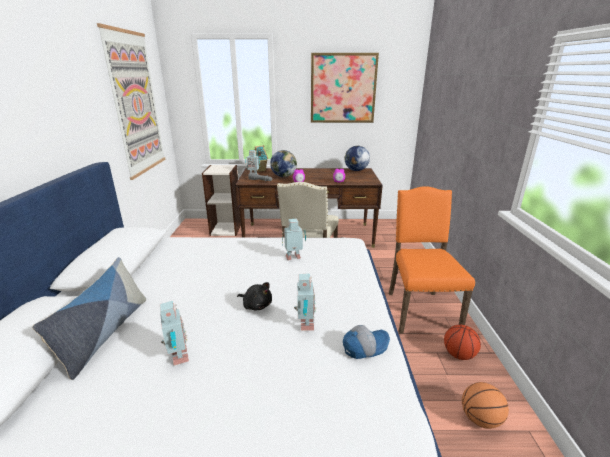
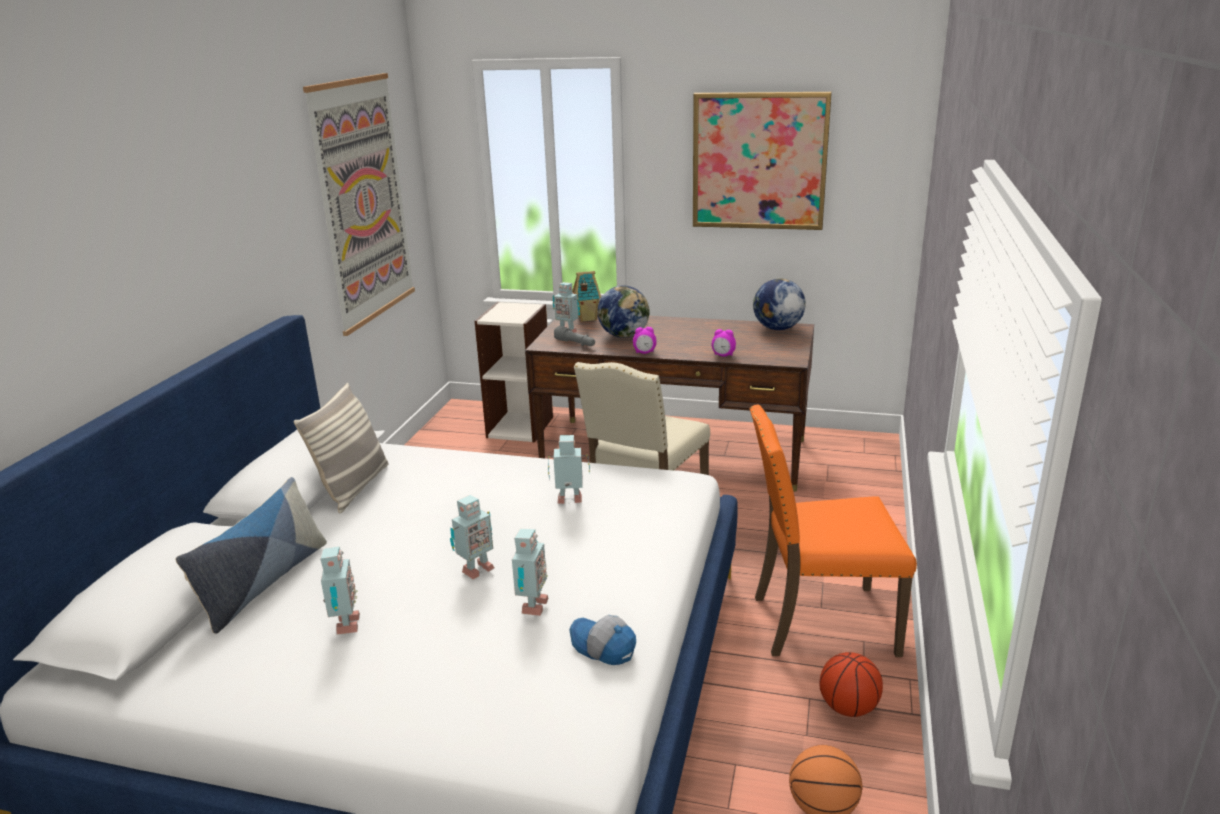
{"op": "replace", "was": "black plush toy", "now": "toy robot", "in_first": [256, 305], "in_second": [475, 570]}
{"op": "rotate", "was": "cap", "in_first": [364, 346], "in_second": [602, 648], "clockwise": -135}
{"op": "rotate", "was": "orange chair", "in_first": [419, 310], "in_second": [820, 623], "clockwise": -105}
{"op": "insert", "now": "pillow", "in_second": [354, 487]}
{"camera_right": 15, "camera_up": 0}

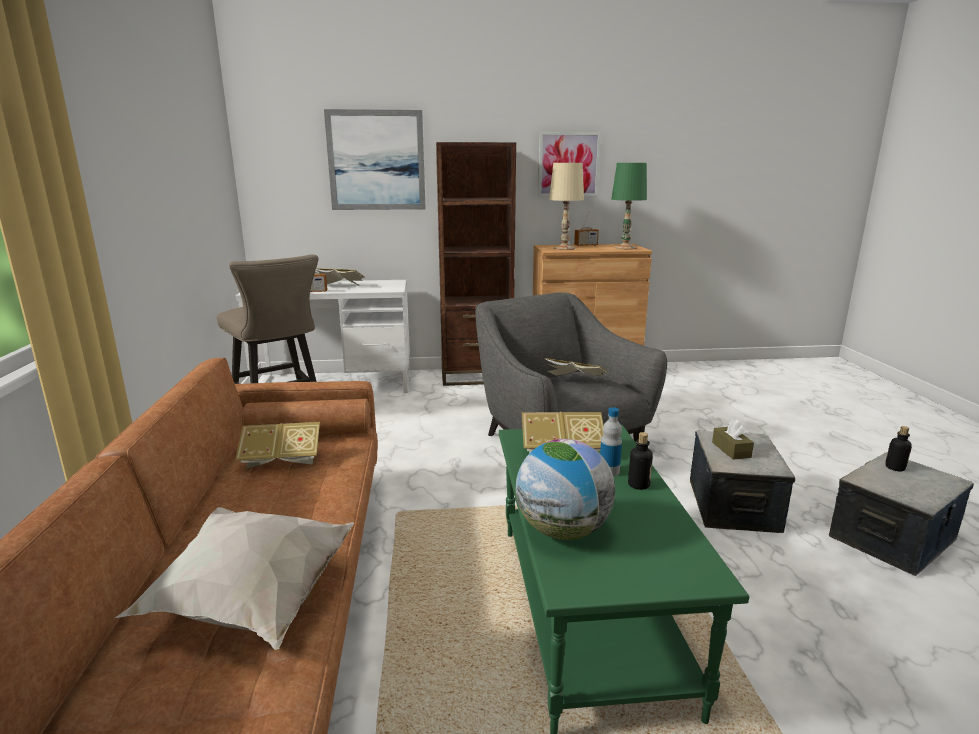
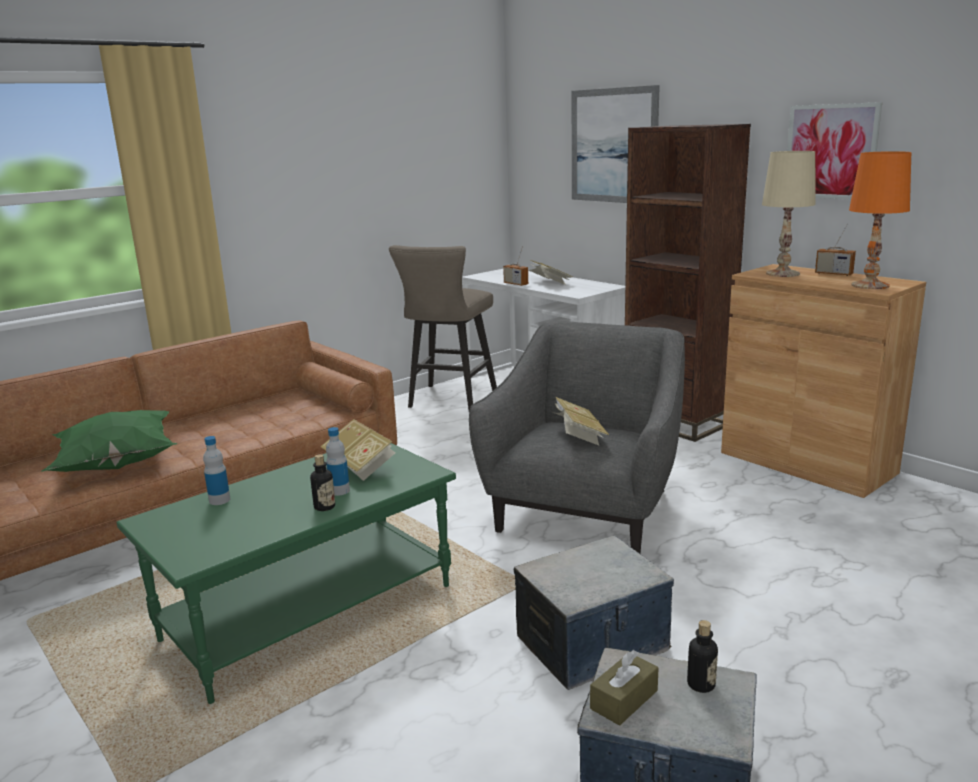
{"op": "recolor", "was": "white pillow", "now": "green pillow", "in_first": [253, 603], "in_second": [116, 465]}
{"op": "delete", "was": "book", "in_first": [282, 460]}
{"op": "replace", "was": "globe", "now": "bottle", "in_first": [562, 530], "in_second": [219, 500]}
{"op": "recolor", "was": "green table lamp", "now": "orange table lamp", "in_first": [625, 248], "in_second": [870, 285]}
{"op": "move", "was": "brown tissue box", "in_first": [731, 450], "in_second": [624, 699]}
{"camera_right": 55, "camera_up": 0}

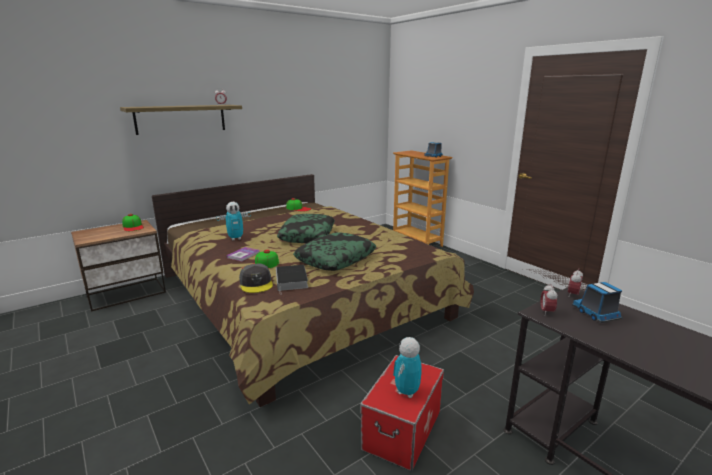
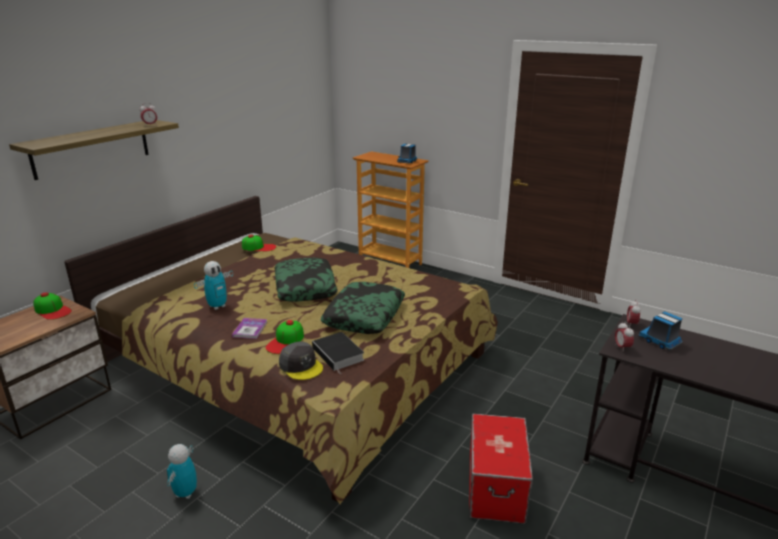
{"op": "move", "was": "toy robot", "in_first": [407, 392], "in_second": [185, 493]}
{"camera_right": -20, "camera_up": 5}

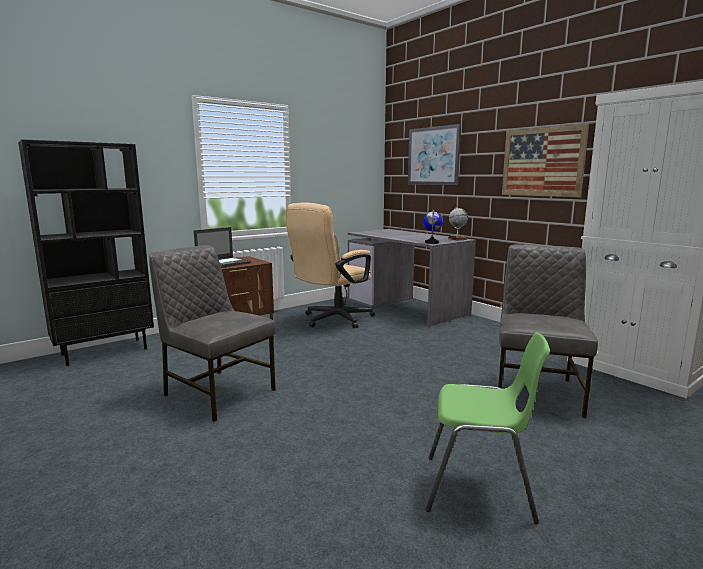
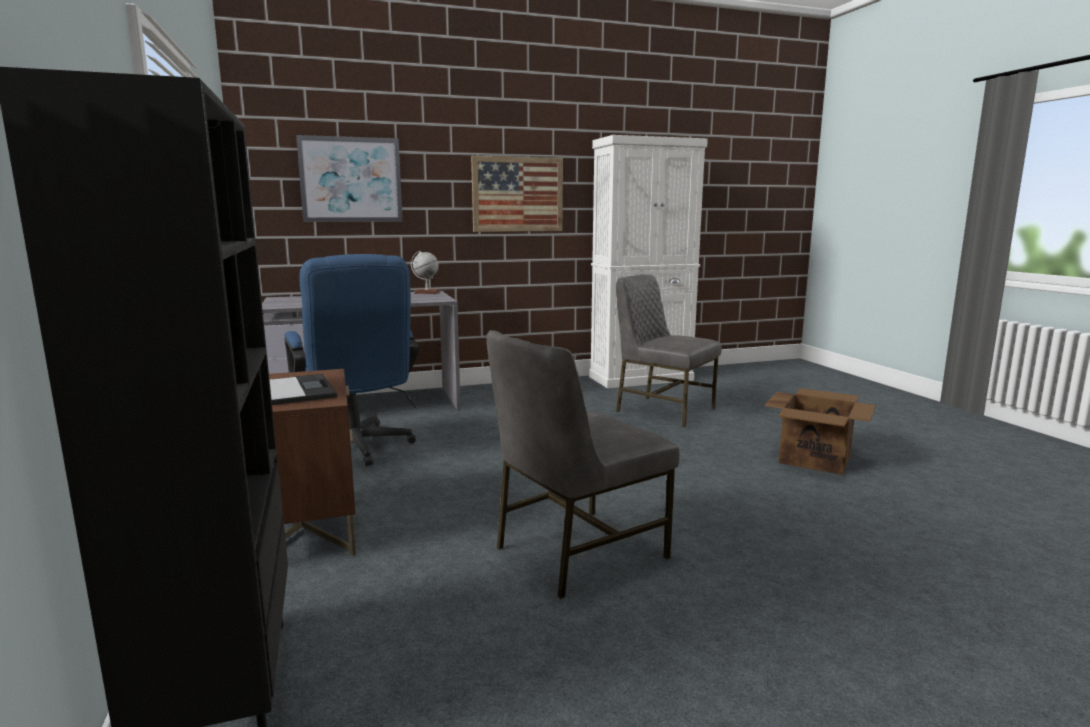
{"op": "recolor", "was": "beige office chair", "now": "blue office chair", "in_first": [332, 320], "in_second": [357, 450]}
{"op": "delete", "was": "globe", "in_first": [432, 242]}
{"op": "replace", "was": "green chair", "now": "cardboard box", "in_first": [479, 489], "in_second": [815, 459]}
{"camera_right": -70, "camera_up": 0}

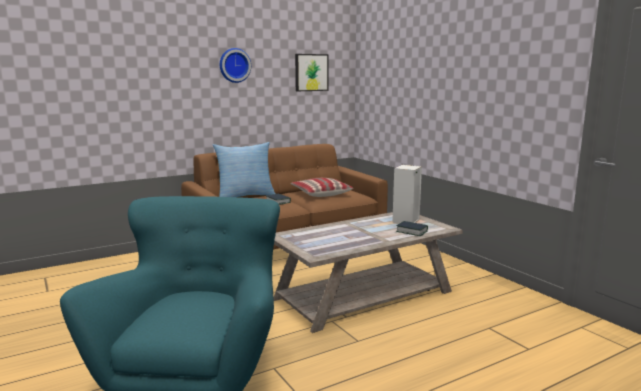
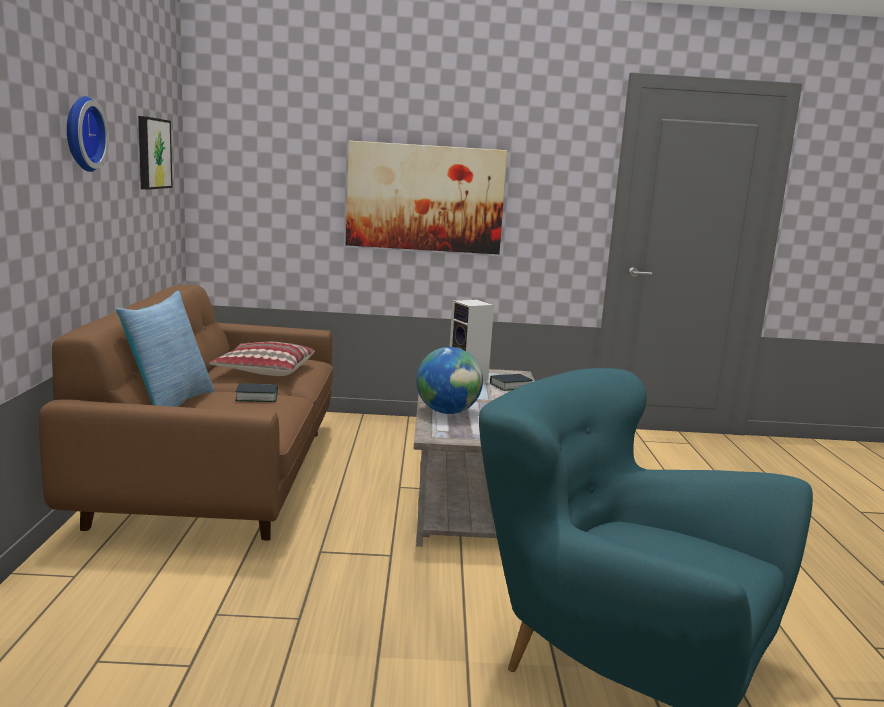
{"op": "insert", "now": "picture", "in_second": [425, 198]}
{"op": "insert", "now": "globe", "in_second": [447, 412]}
{"camera_right": -60, "camera_up": 0}

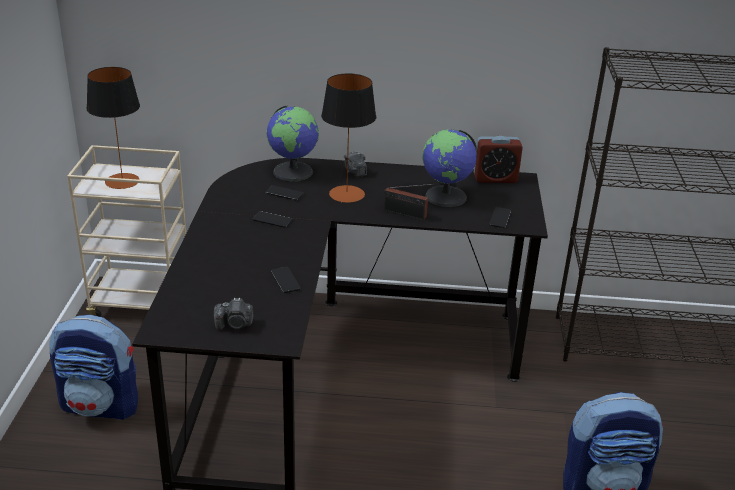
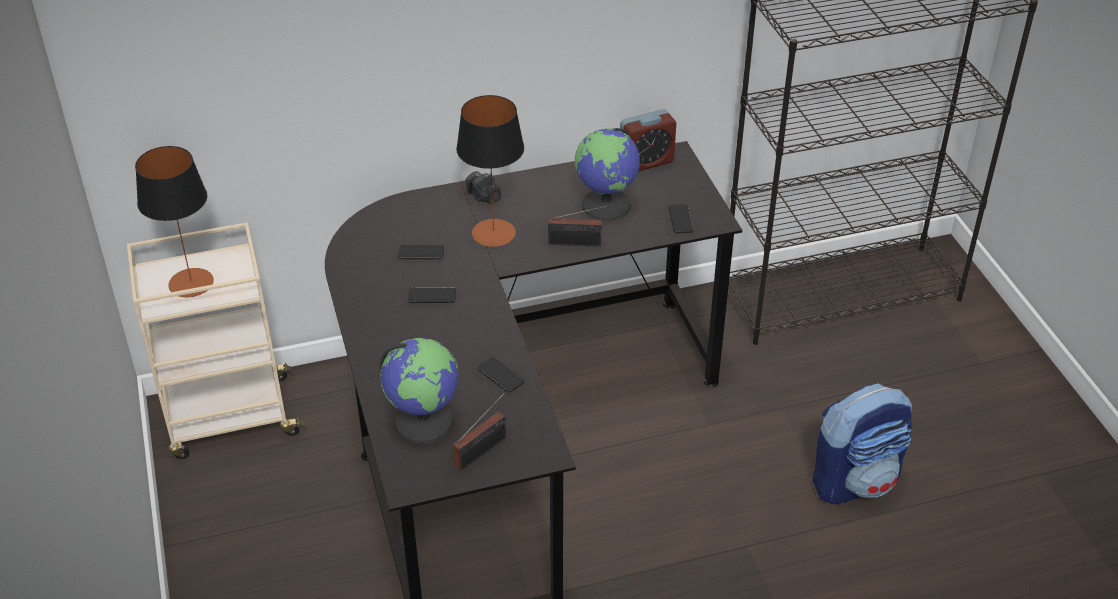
{"op": "delete", "was": "backpack", "in_first": [101, 405]}
{"op": "replace", "was": "photo camera", "now": "radio", "in_first": [235, 325], "in_second": [483, 450]}
{"op": "move", "was": "globe", "in_first": [293, 171], "in_second": [424, 420]}
{"camera_right": -20, "camera_up": 10}

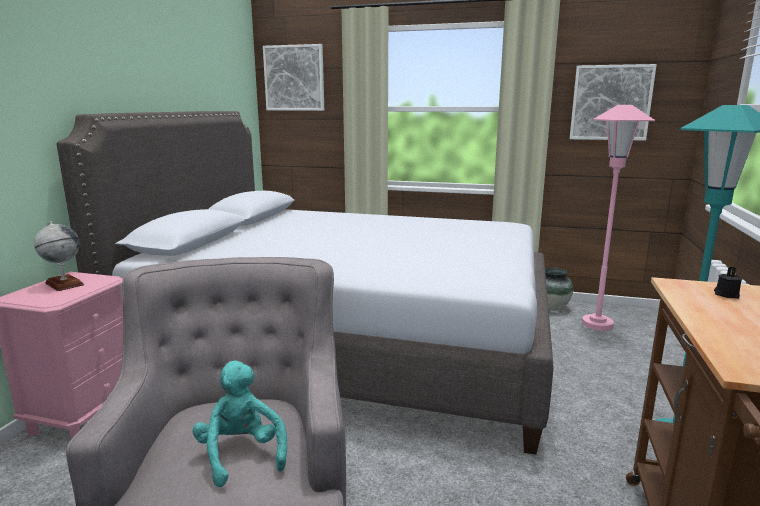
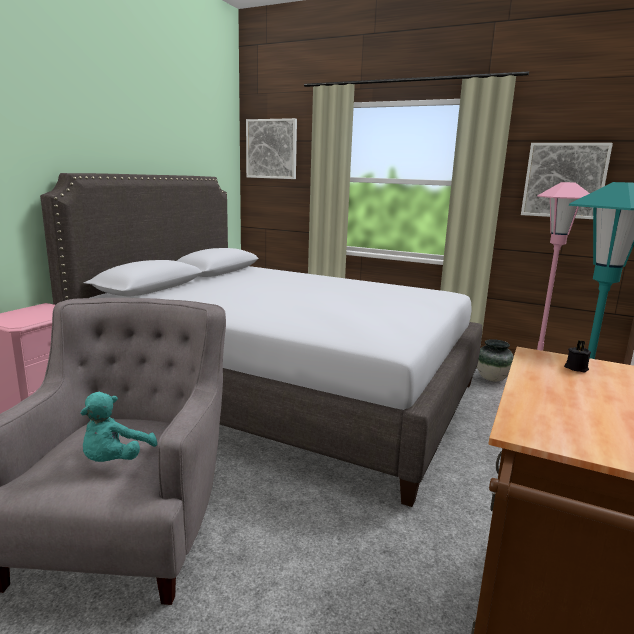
{"op": "delete", "was": "globe", "in_first": [64, 284]}
{"op": "rotate", "was": "turquoise plush toy", "in_first": [241, 454], "in_second": [115, 460], "clockwise": -150}
{"camera_right": 10, "camera_up": 0}

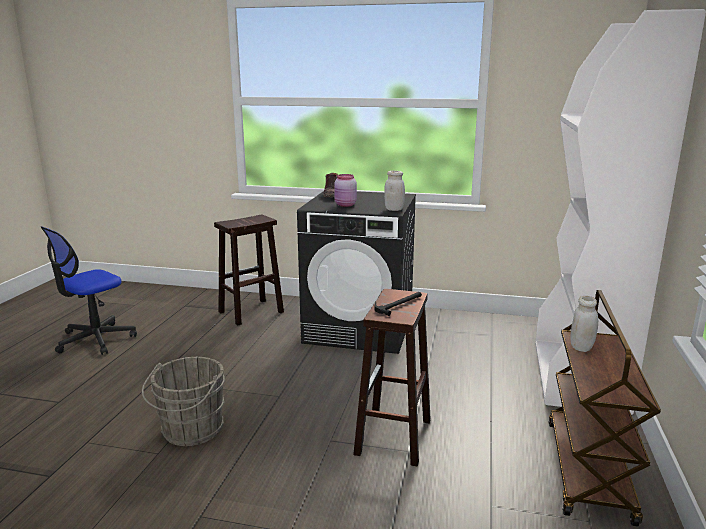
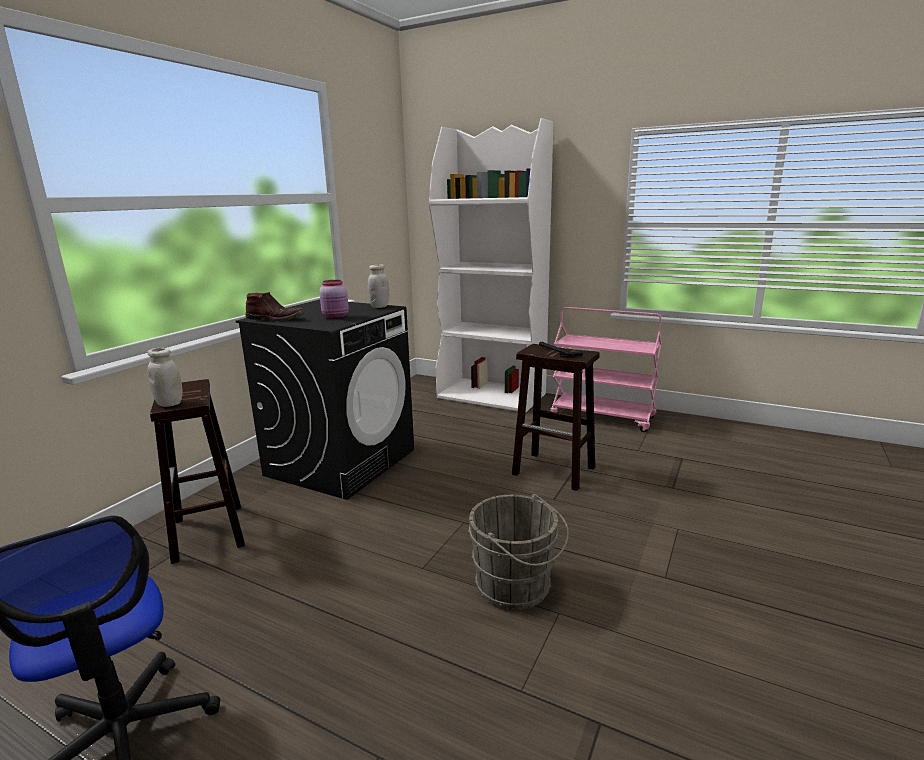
{"op": "recolor", "was": "brown cart", "now": "pink cart", "in_first": [589, 471], "in_second": [602, 417]}
{"op": "move", "was": "white jar", "in_first": [581, 347], "in_second": [169, 403]}
{"camera_right": -75, "camera_up": 0}

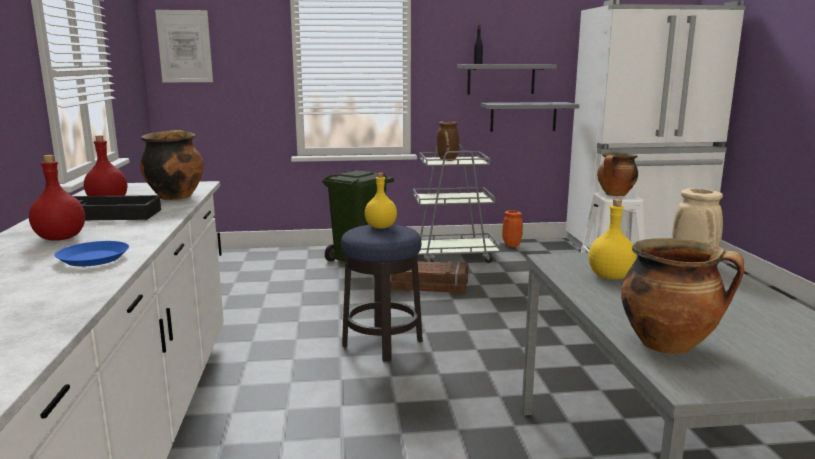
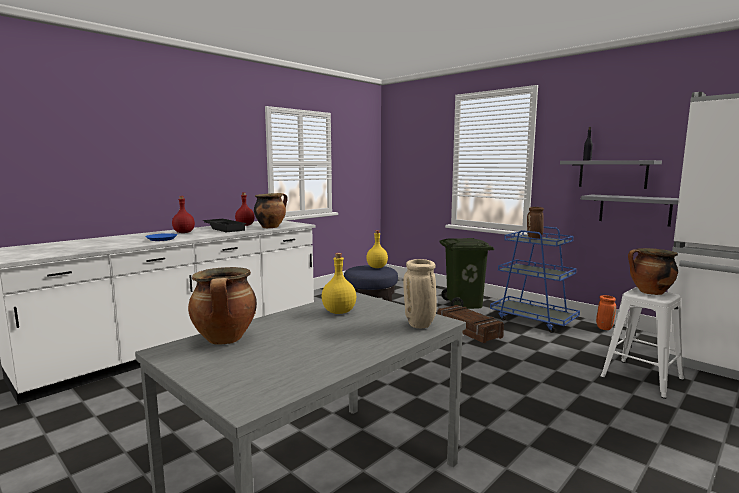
{"op": "delete", "was": "picture", "in_first": [184, 46]}
{"op": "recolor", "was": "grey cart", "now": "blue cart", "in_first": [452, 256], "in_second": [533, 320]}
{"camera_right": 50, "camera_up": -5}

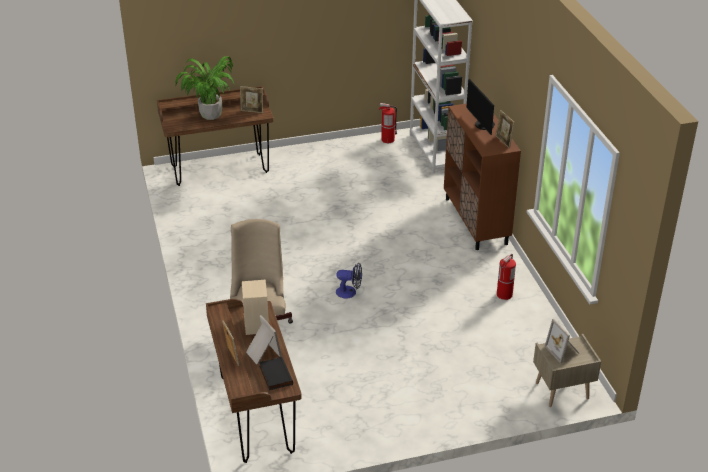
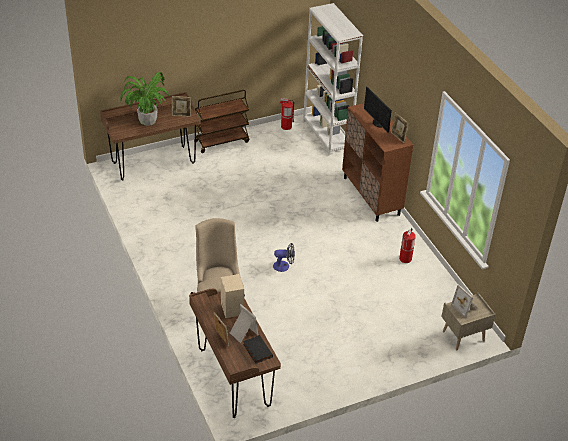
{"op": "insert", "now": "brown cart", "in_second": [222, 141]}
{"camera_right": -10, "camera_up": 5}

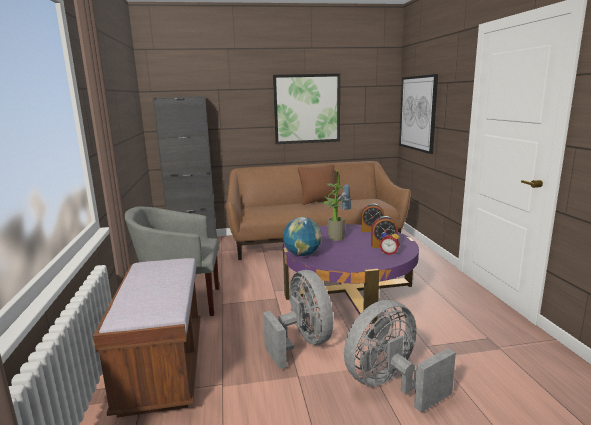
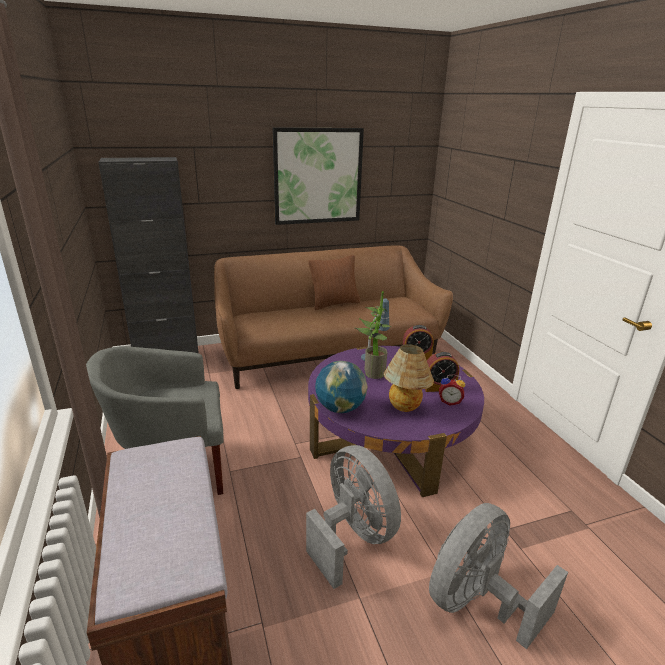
{"op": "delete", "was": "picture", "in_first": [418, 113]}
{"op": "insert", "now": "table lamp", "in_second": [405, 409]}
{"camera_right": -10, "camera_up": 10}

